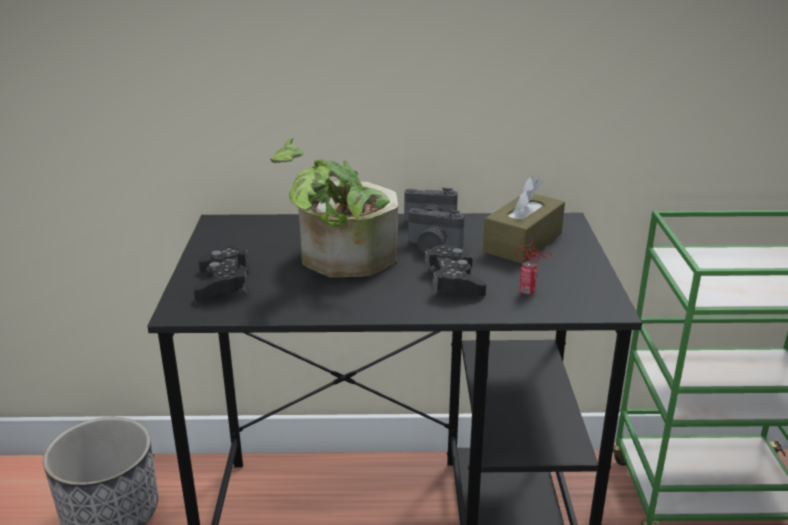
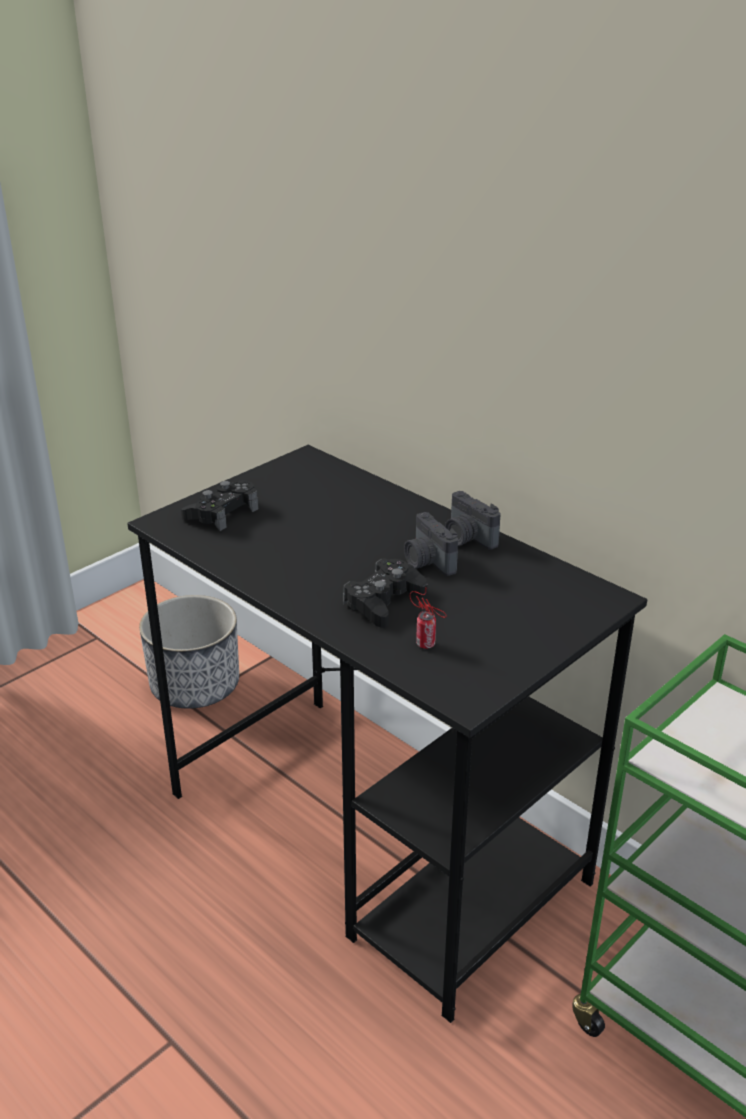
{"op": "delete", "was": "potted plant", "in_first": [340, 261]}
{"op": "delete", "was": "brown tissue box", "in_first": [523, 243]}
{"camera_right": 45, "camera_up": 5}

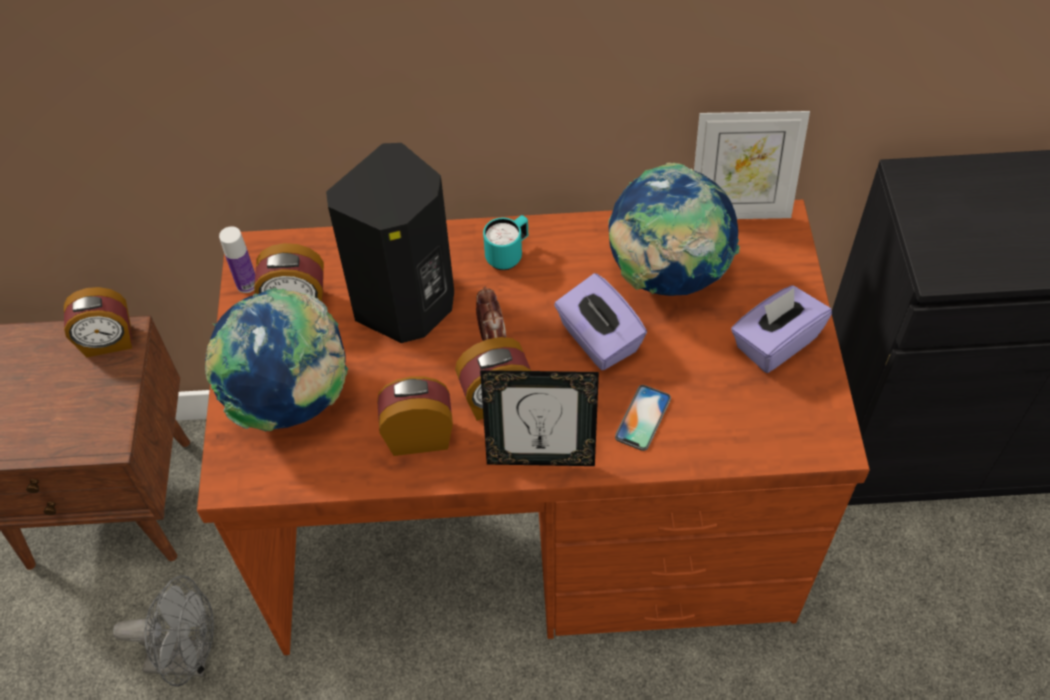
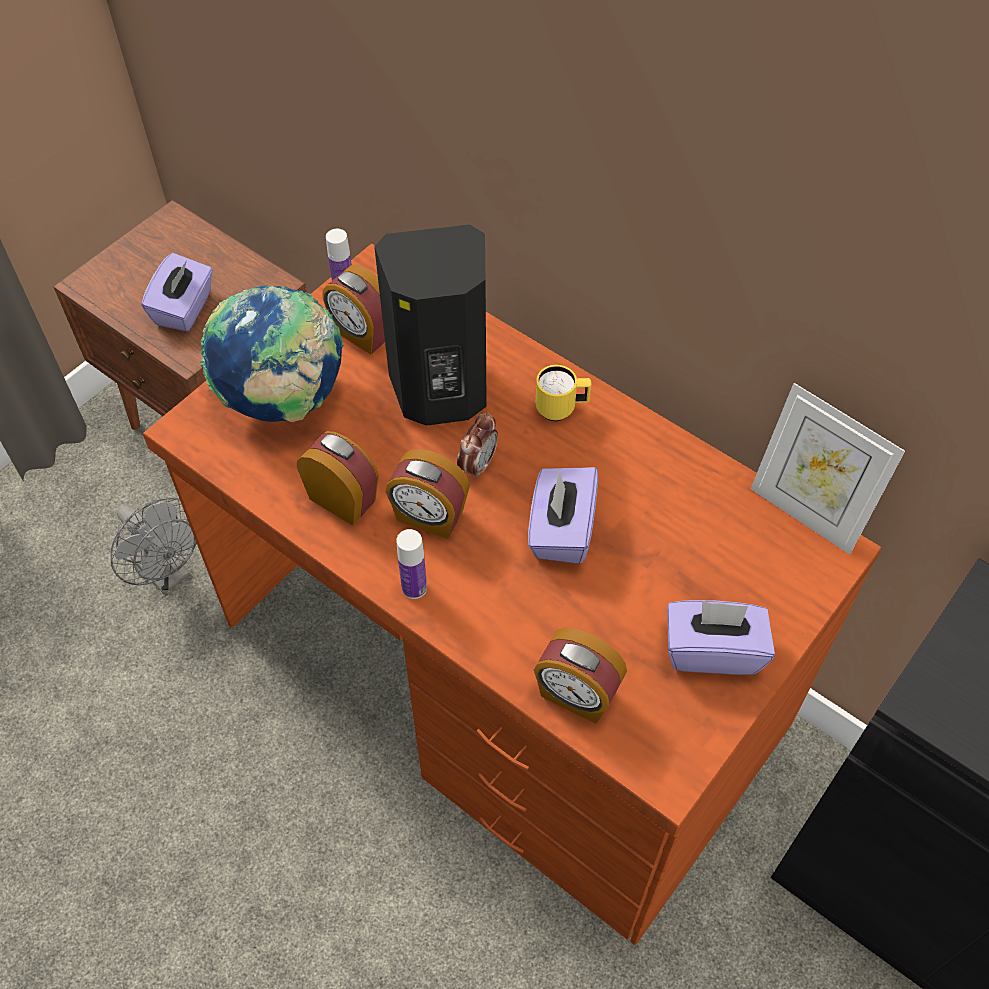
{"op": "move", "was": "alarm clock", "in_first": [108, 342], "in_second": [576, 695]}
{"op": "replace", "was": "picture frame", "now": "bottle", "in_first": [540, 457], "in_second": [414, 588]}
{"op": "recolor", "was": "turquoise mug", "now": "yellow mug", "in_first": [508, 255], "in_second": [561, 409]}
{"op": "delete", "was": "globe", "in_first": [666, 275]}
{"op": "delete", "was": "phone", "in_first": [643, 418]}
{"op": "insert", "now": "purple tissue box", "in_second": [185, 309]}
{"camera_right": 40, "camera_up": 0}

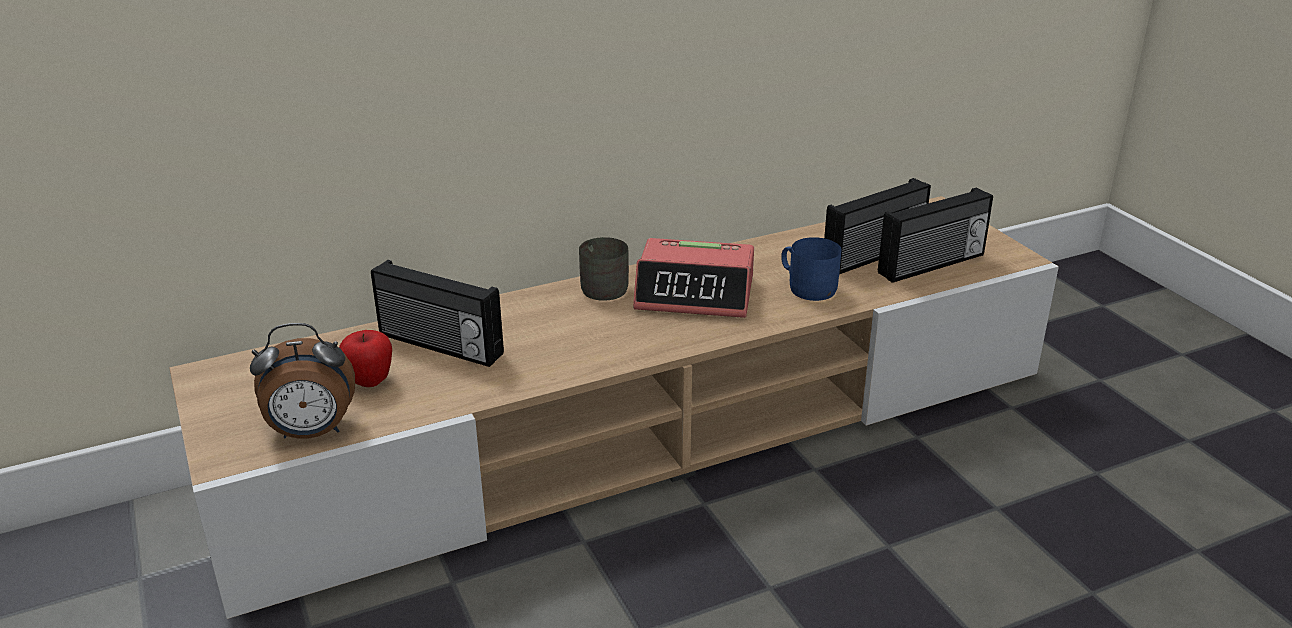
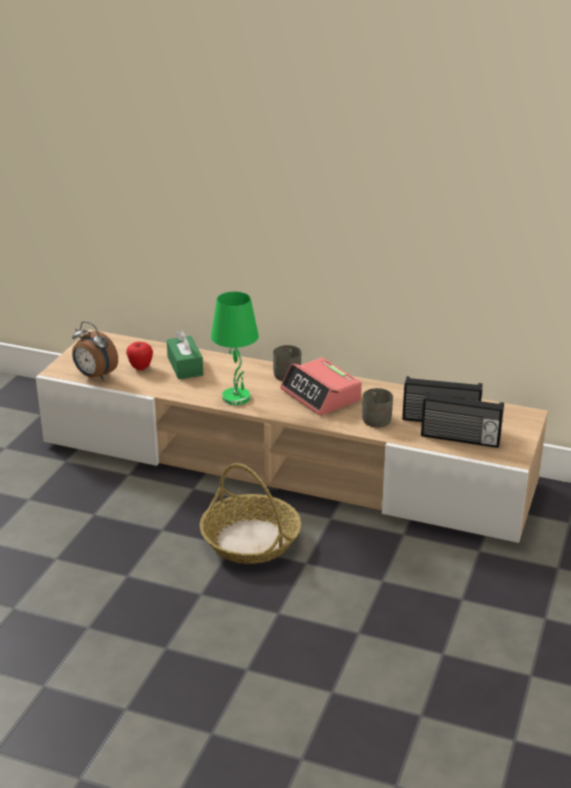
{"op": "replace", "was": "radio", "now": "green tissue box", "in_first": [439, 346], "in_second": [185, 366]}
{"op": "recolor", "was": "blue mug", "now": "grey mug", "in_first": [807, 287], "in_second": [376, 417]}
{"op": "insert", "now": "basket", "in_second": [250, 540]}
{"op": "insert", "now": "green table lamp", "in_second": [237, 398]}
{"camera_right": 45, "camera_up": 0}

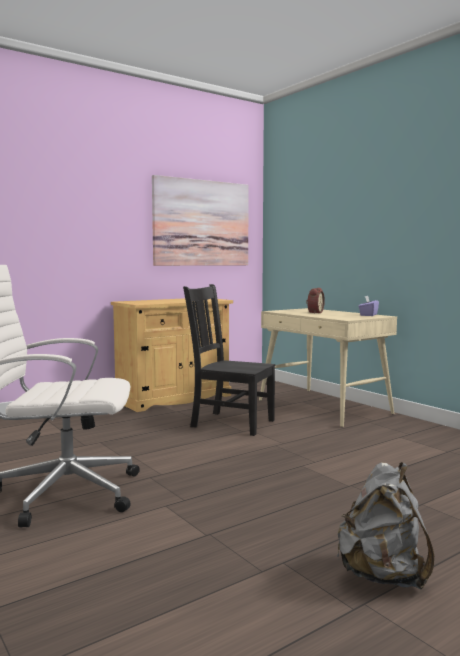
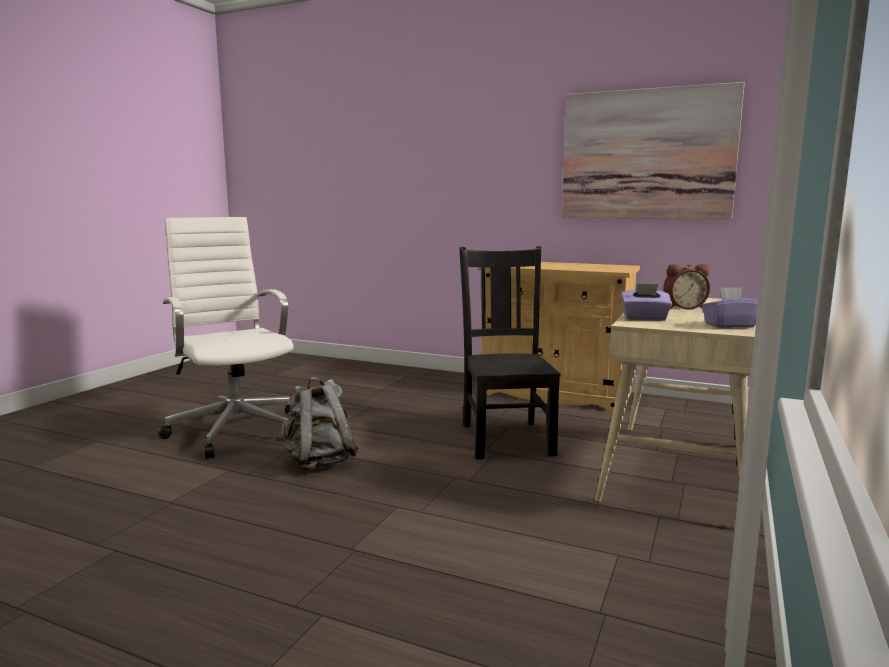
{"op": "move", "was": "grey backpack", "in_first": [383, 575], "in_second": [319, 463]}
{"op": "insert", "now": "purple tissue box", "in_second": [645, 318]}
{"camera_right": 60, "camera_up": 5}

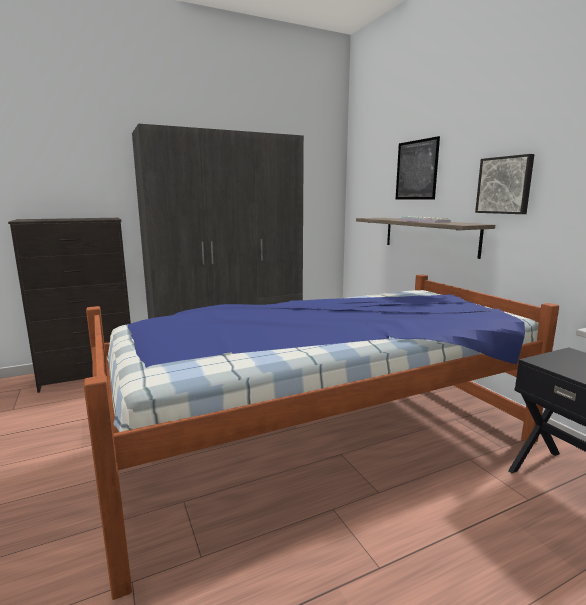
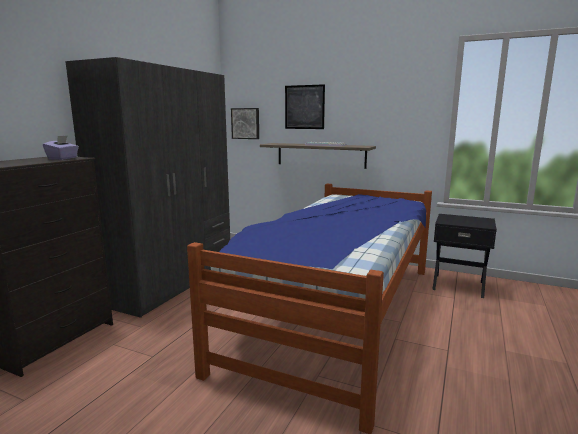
{"op": "move", "was": "picture", "in_first": [505, 185], "in_second": [246, 123]}
{"op": "insert", "now": "purple tissue box", "in_second": [63, 158]}
{"camera_right": -40, "camera_up": 0}

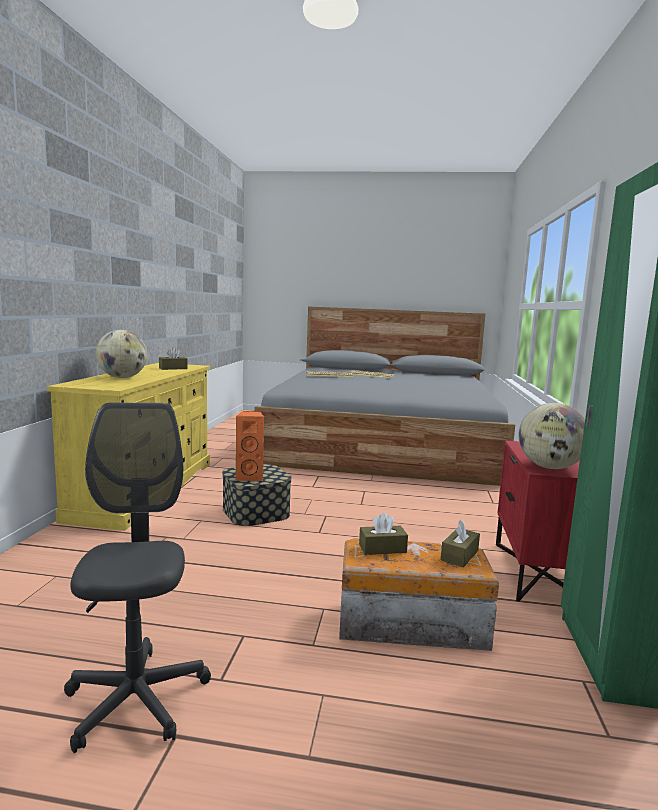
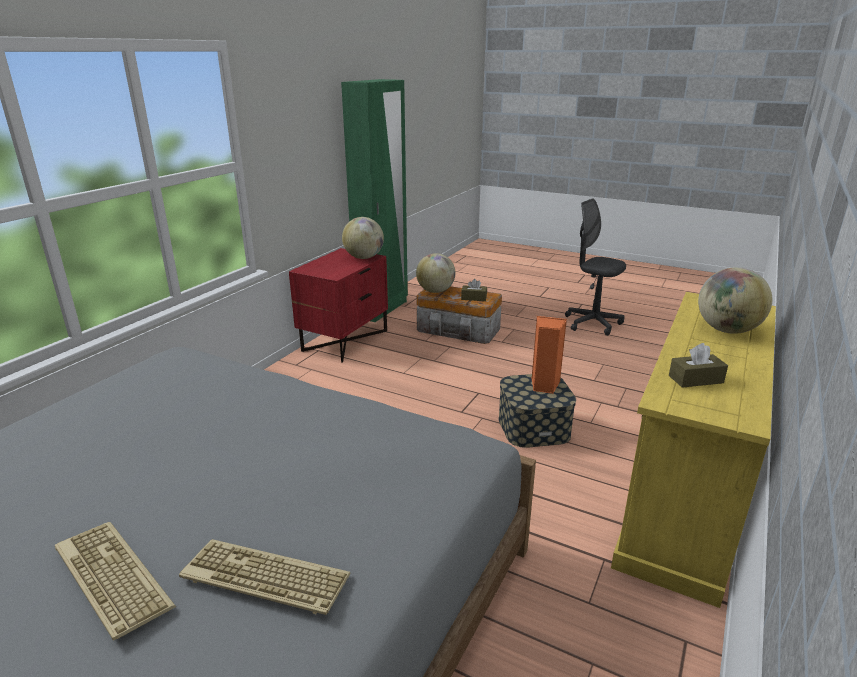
{"op": "rotate", "was": "grey office chair", "in_first": [136, 700], "in_second": [592, 323], "clockwise": 120}
{"op": "replace", "was": "brown tissue box", "now": "globe", "in_first": [459, 555], "in_second": [435, 291]}
{"camera_right": -160, "camera_up": 15}

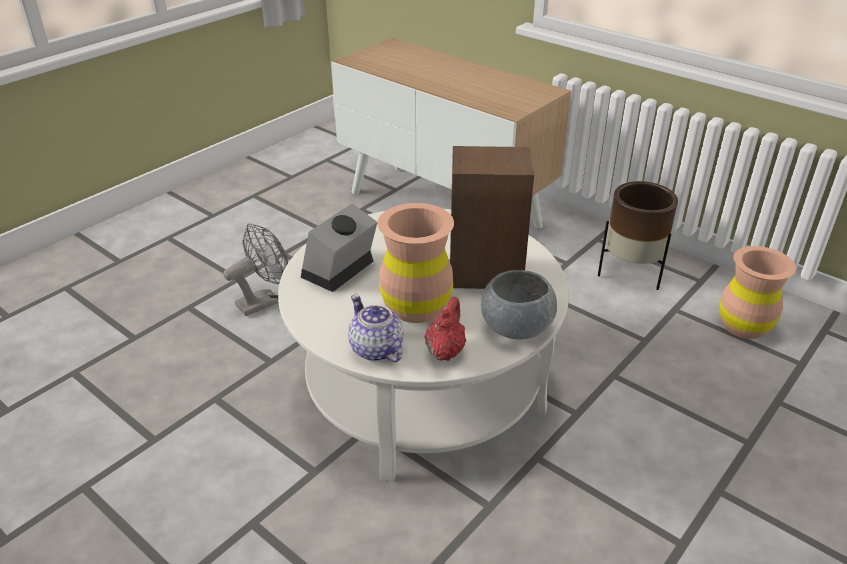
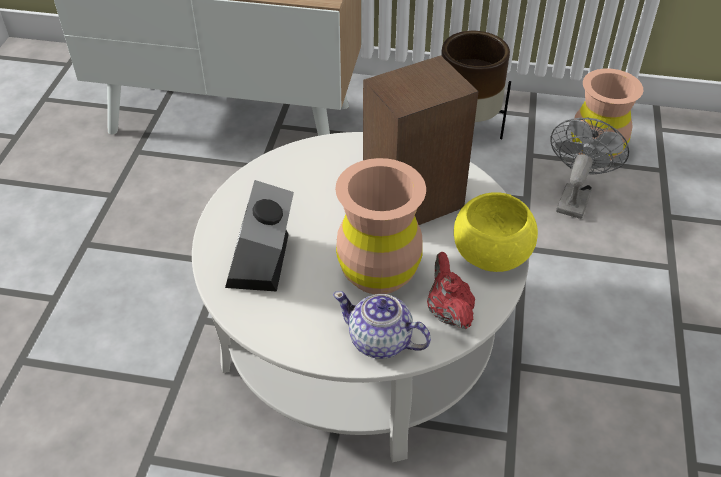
{"op": "move", "was": "grey fan", "in_first": [264, 301], "in_second": [574, 197]}
{"op": "recolor", "was": "grey bowl", "now": "yellow bowl", "in_first": [516, 326], "in_second": [491, 253]}
{"camera_right": -30, "camera_up": 10}

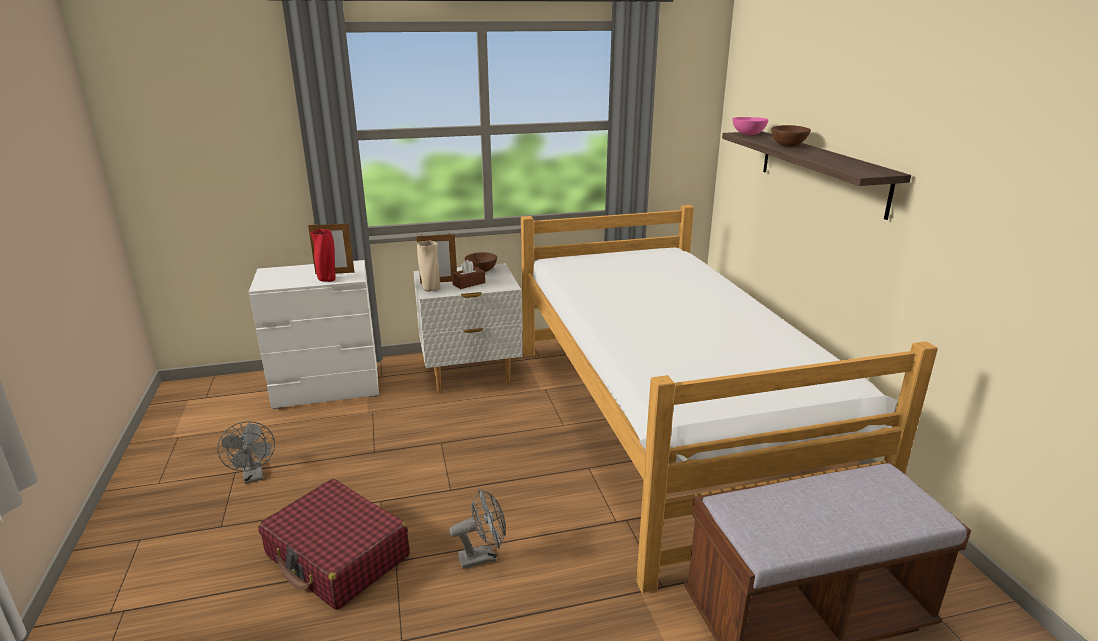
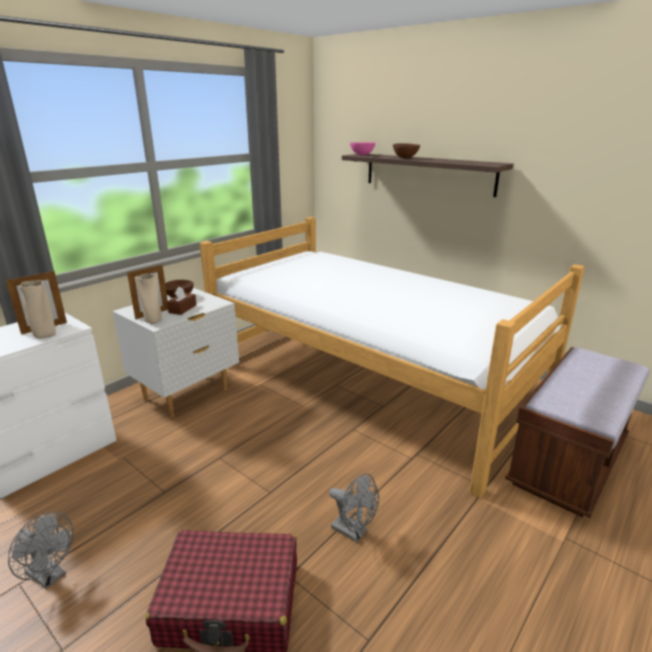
{"op": "recolor", "was": "red vase", "now": "beige vase", "in_first": [327, 280], "in_second": [45, 336]}
{"op": "rotate", "was": "grey fan", "in_first": [483, 556], "in_second": [354, 532], "clockwise": 90}
{"camera_right": -35, "camera_up": 0}

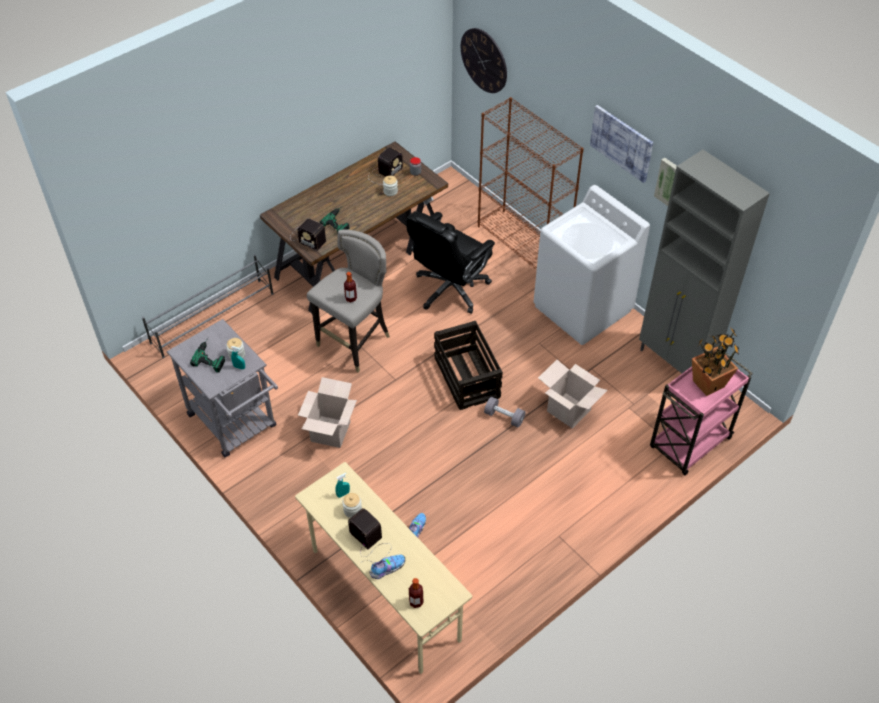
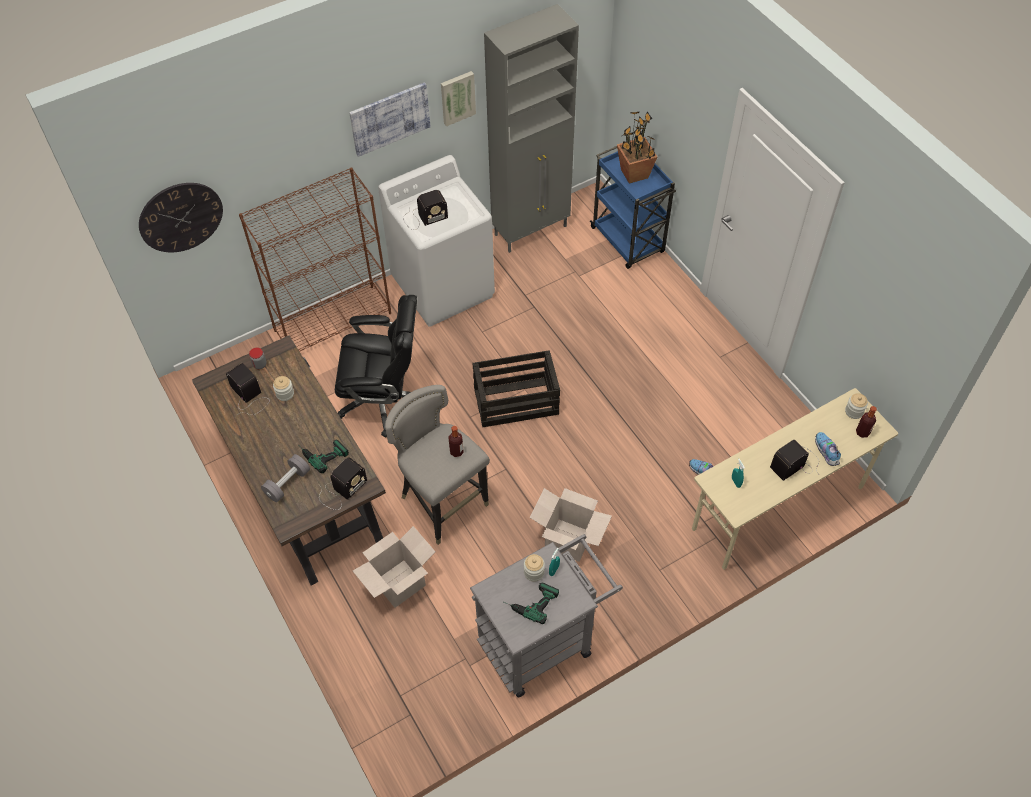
{"op": "delete", "was": "grey shoe rack", "in_first": [213, 318]}
{"op": "move", "was": "jar", "in_first": [352, 510], "in_second": [854, 411]}
{"op": "rotate", "was": "black office chair", "in_first": [450, 289], "in_second": [384, 399], "clockwise": -45}
{"op": "move", "was": "grey dumbbell", "in_first": [504, 417], "in_second": [287, 483]}
{"op": "move", "was": "cardboard box", "in_first": [568, 410], "in_second": [399, 584]}
{"op": "recolor", "was": "pink cart", "now": "blue cart", "in_first": [689, 444], "in_second": [628, 241]}
{"op": "insert", "now": "radio", "in_second": [423, 217]}
{"camera_right": -80, "camera_up": 5}

